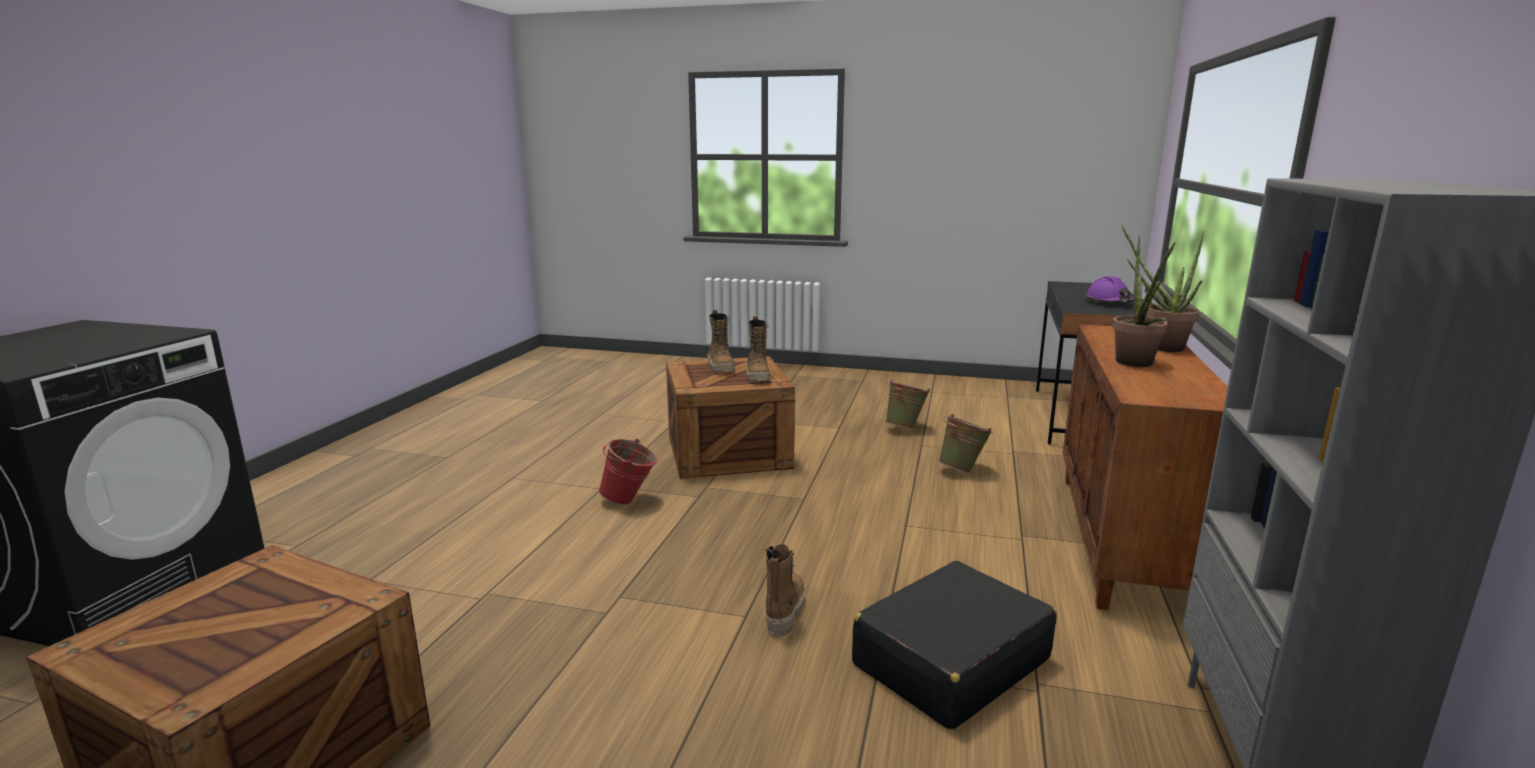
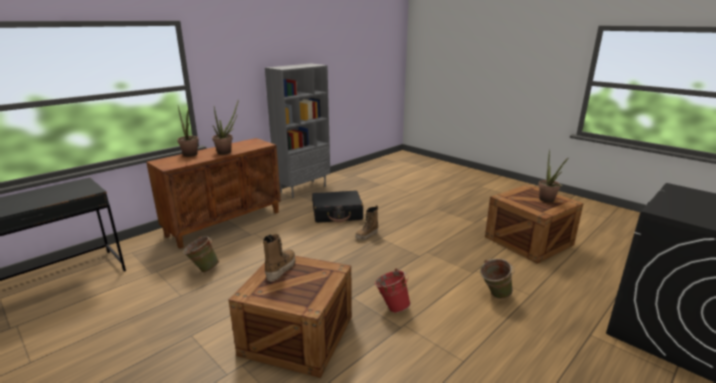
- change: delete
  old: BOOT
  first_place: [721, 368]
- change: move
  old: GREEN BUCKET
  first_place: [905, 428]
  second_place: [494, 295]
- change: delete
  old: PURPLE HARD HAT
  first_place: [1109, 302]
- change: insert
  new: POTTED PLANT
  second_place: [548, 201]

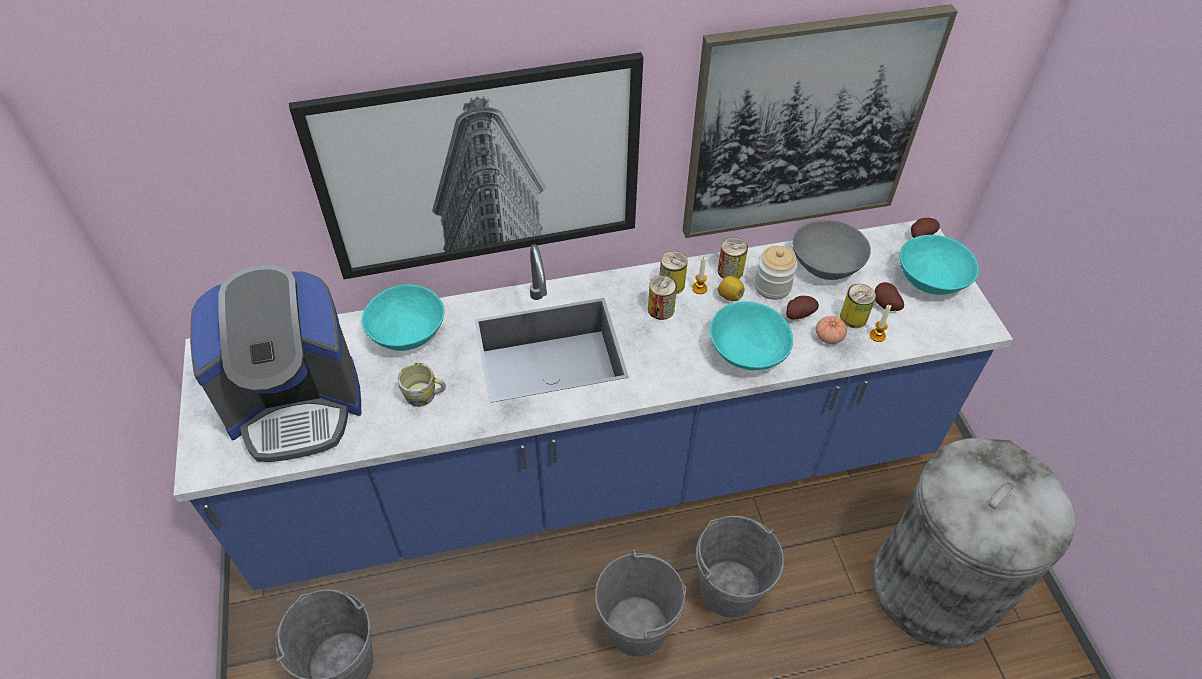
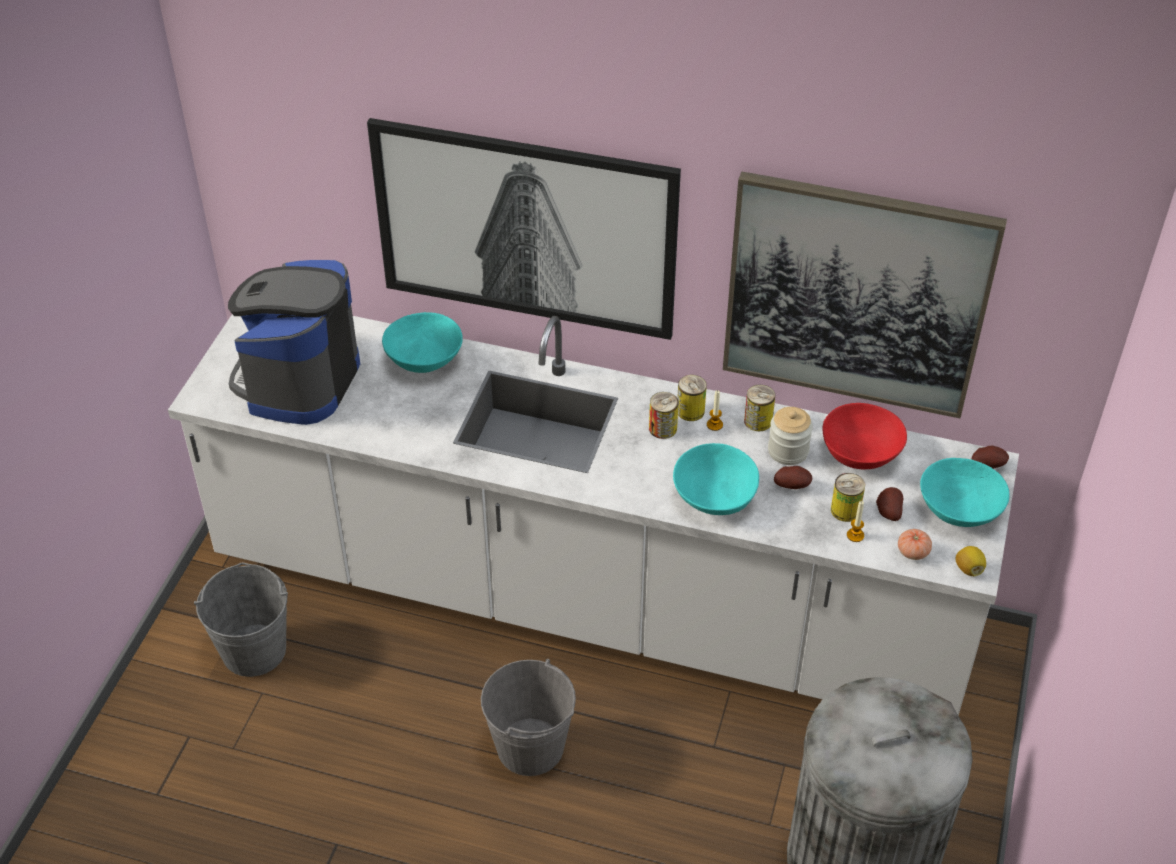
- change: recolor
  old: BLUE COUNTER
  new: WHITE COUNTER
  first_place: [599, 474]
  second_place: [588, 601]
- change: rotate
  old: COFFEE MACHINE
  first_place: [297, 404]
  second_place: [298, 380]
  degrees: 90
- change: delete
  old: MUG
  first_place: [425, 395]
- change: delete
  old: GREY BUCKET
  first_place: [730, 588]
- change: move
  old: LEMON
  first_place: [729, 296]
  second_place: [969, 569]
- change: recolor
  old: GREY BOWL
  new: RED BOWL
  first_place: [827, 264]
  second_place: [861, 453]
- change: move
  old: TOMATO
  first_place: [828, 337]
  second_place: [913, 552]

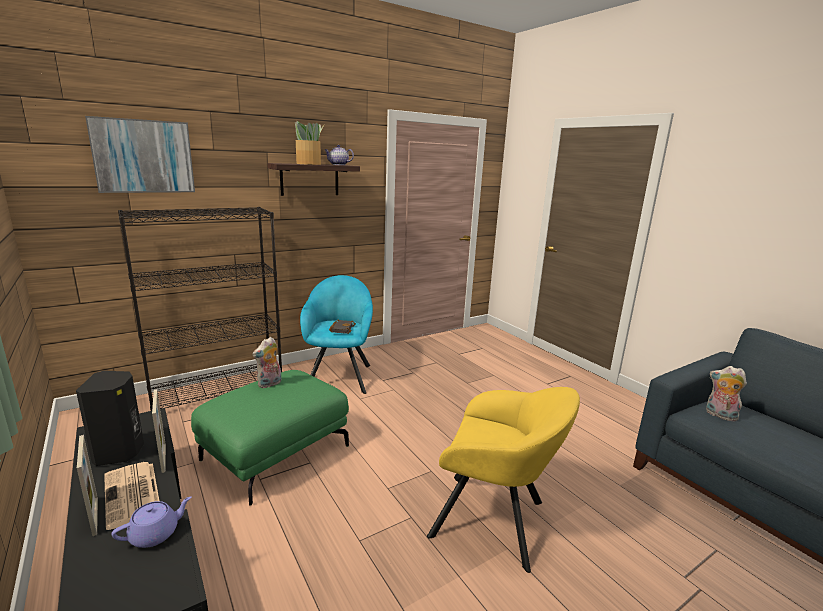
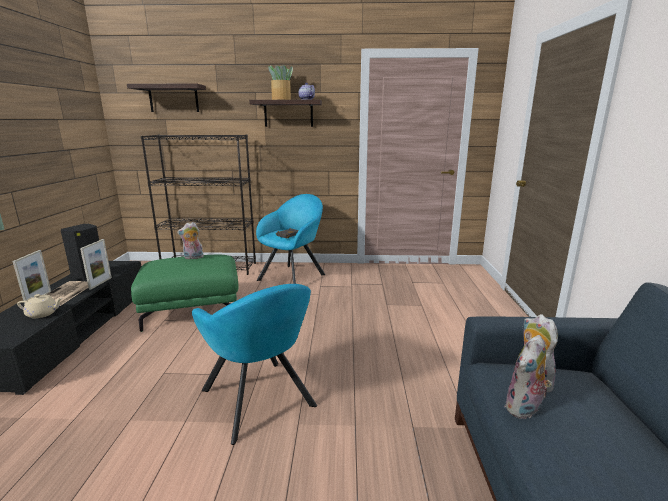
- change: replace
  old: PICTURE
  new: SHELF
  first_place: [143, 156]
  second_place: [173, 98]
- change: recolor
  old: PURPLE TEAPOT
  new: BEIGE TEAPOT
  first_place: [155, 534]
  second_place: [43, 314]
- change: recolor
  old: YELLOW ARMCHAIR
  new: TURQUOISE ARMCHAIR
  first_place: [494, 521]
  second_place: [260, 401]
- change: insert
  new: PLUSH TOY
  second_place: [524, 409]

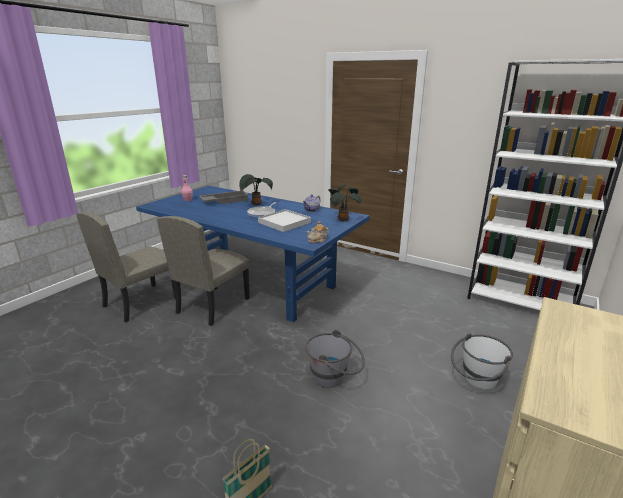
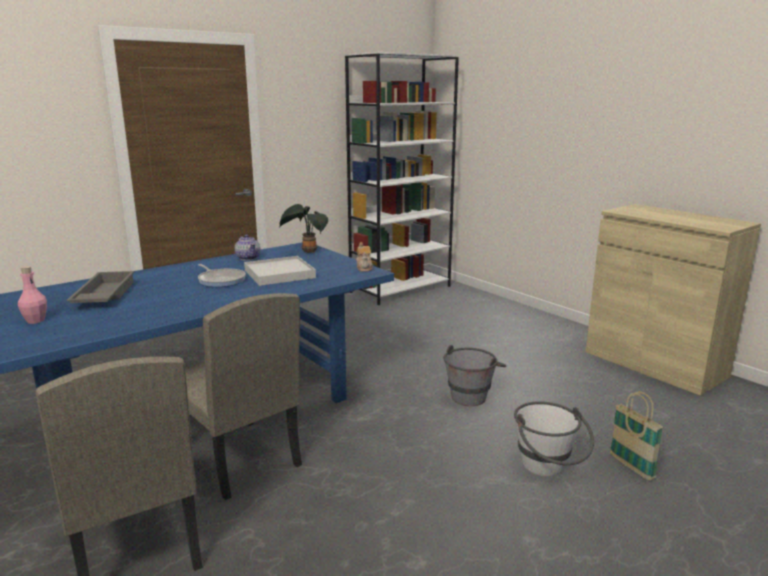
- change: delete
  old: POTTED PLANT
  first_place: [255, 204]
- change: move
  old: WHITE BUCKET
  first_place: [476, 382]
  second_place: [548, 469]

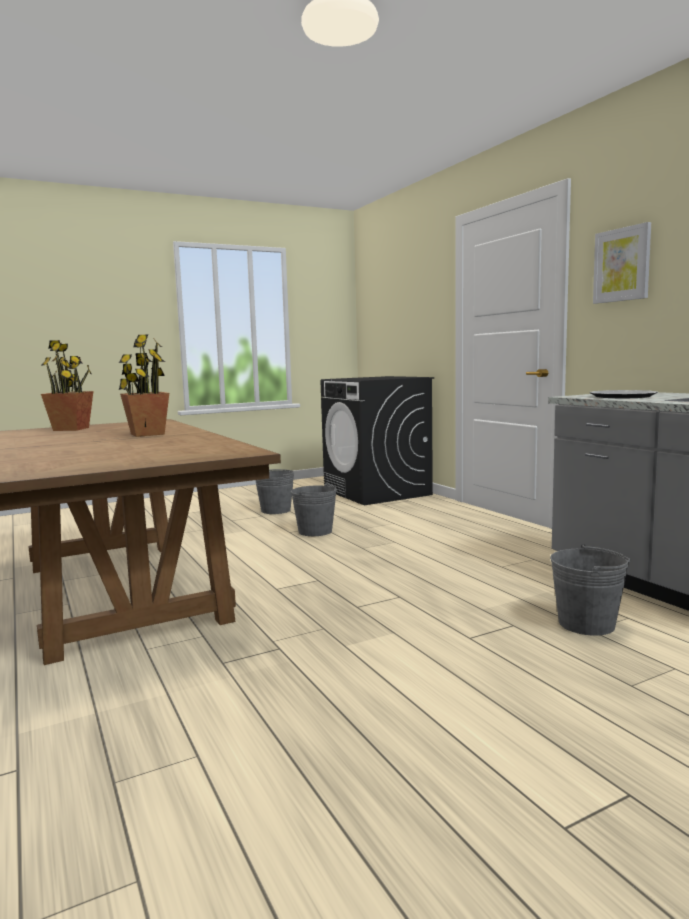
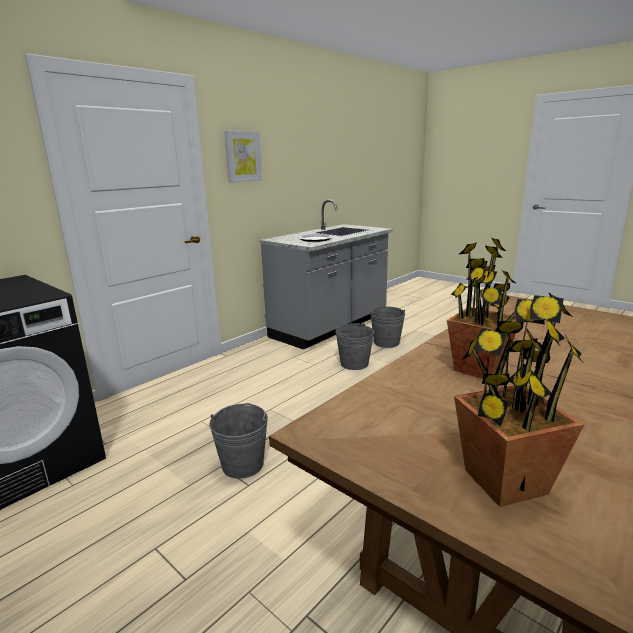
- change: move
  old: GREY BUCKET
  first_place: [276, 510]
  second_place: [354, 364]

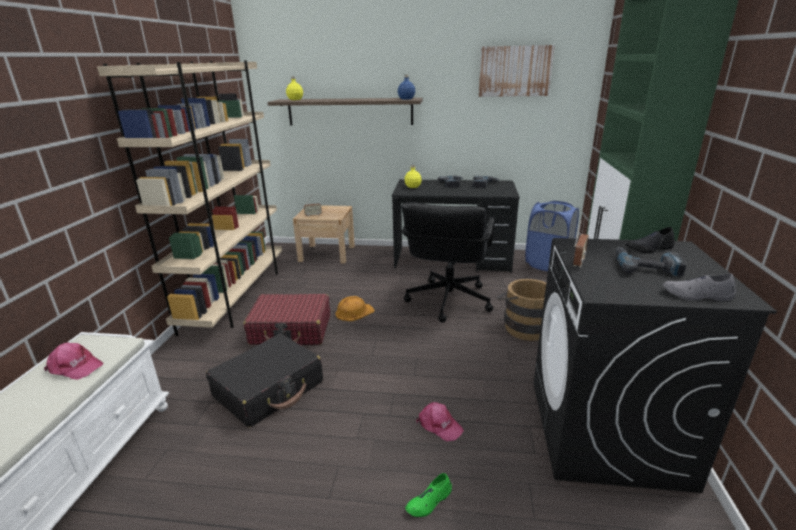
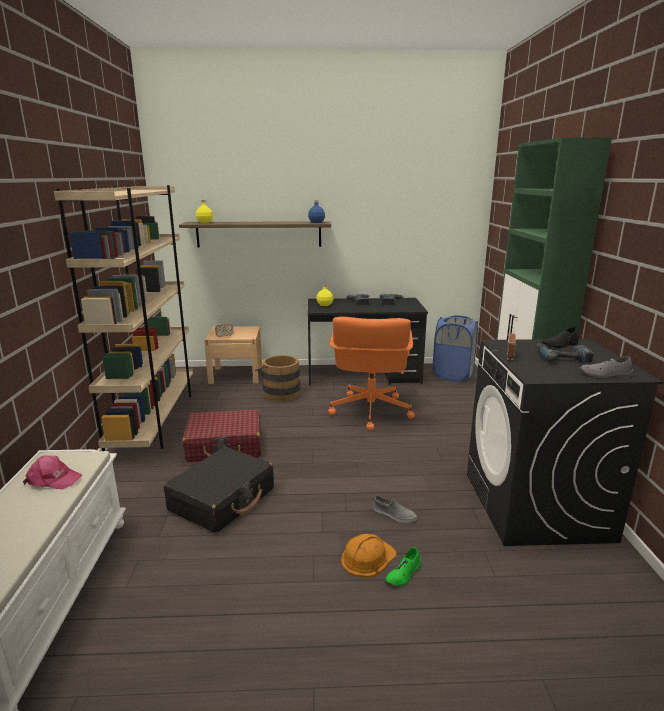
- change: move
  old: ORANGE HARD HAT
  first_place: [354, 312]
  second_place: [367, 558]
- change: recolor
  old: BLACK OFFICE CHAIR
  new: ORANGE OFFICE CHAIR
  first_place: [447, 301]
  second_place: [370, 411]
- change: replace
  old: PINK CAP
  new: GREY SHOE
  first_place: [439, 425]
  second_place: [394, 514]
- change: delete
  old: PICTURE
  first_place: [515, 71]
- change: move
  old: BROWN BUCKET
  first_place: [523, 326]
  second_place: [279, 393]

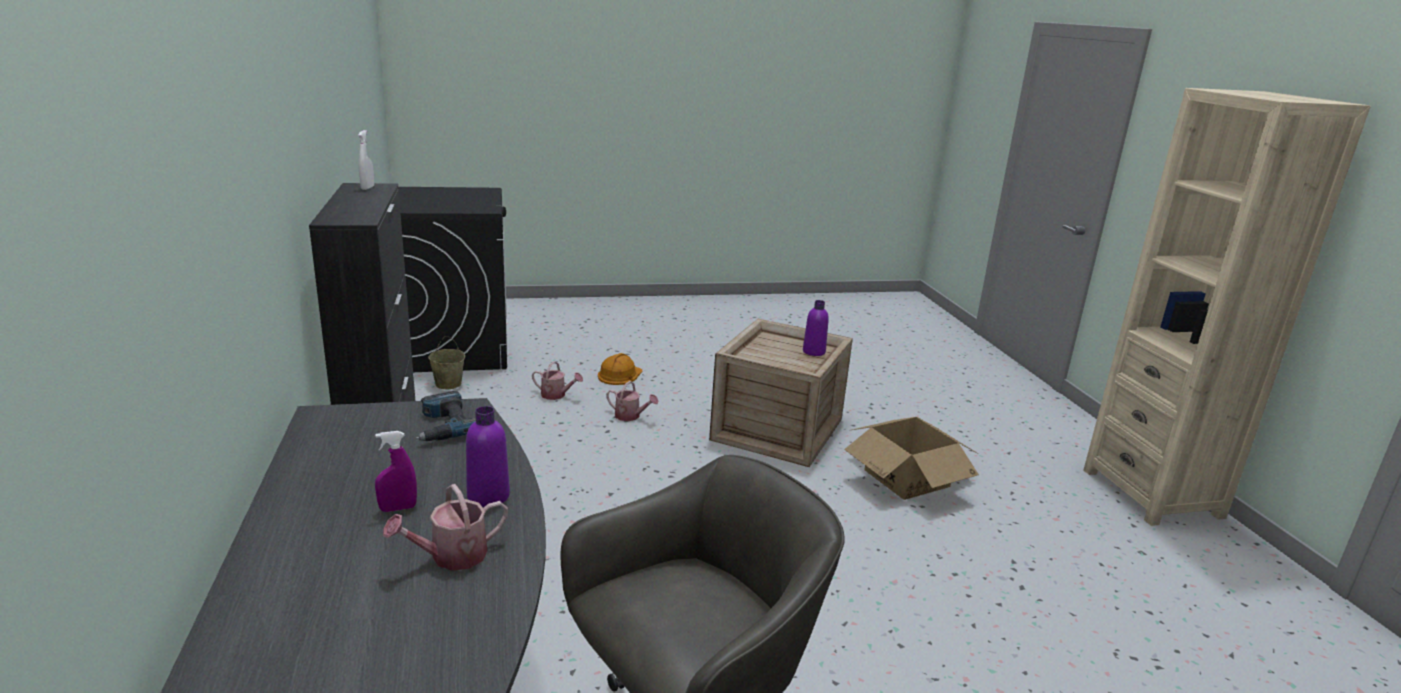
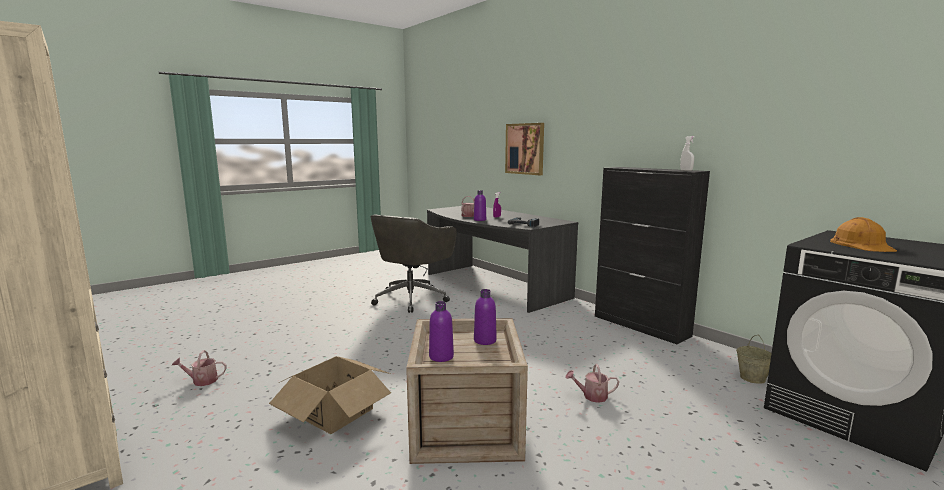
- change: move
  old: WATERING CAN
  first_place: [556, 395]
  second_place: [201, 381]
- change: move
  old: ORANGE HARD HAT
  first_place: [619, 375]
  second_place: [862, 245]
- change: insert
  new: PURPLE BOTTLE
  second_place: [485, 340]
- change: insert
  new: PICTURE
  second_place: [525, 149]

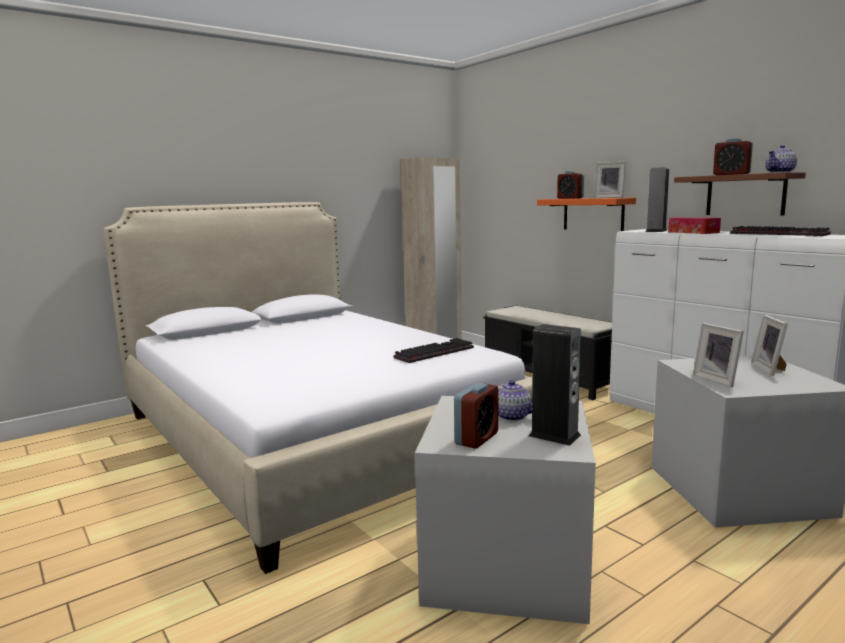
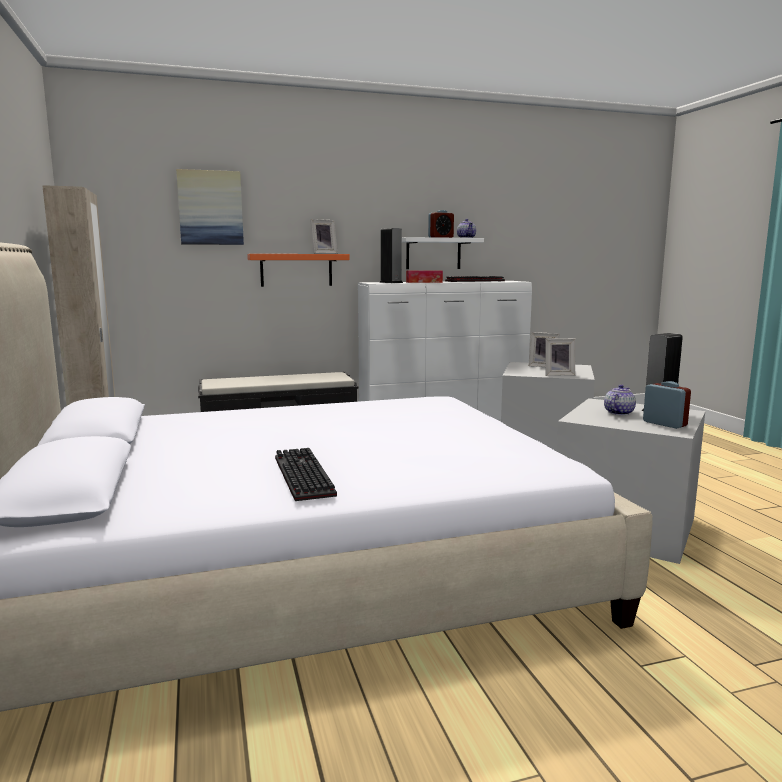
- change: move
  old: KEYBOARD
  first_place: [434, 352]
  second_place: [300, 476]
- change: delete
  old: ALARM CLOCK
  first_place: [570, 198]
- change: recolor
  old: BROWN SHELF
  new: WHITE SHELF
  first_place: [745, 195]
  second_place: [433, 253]
- change: insert
  new: PICTURE
  second_place: [210, 208]

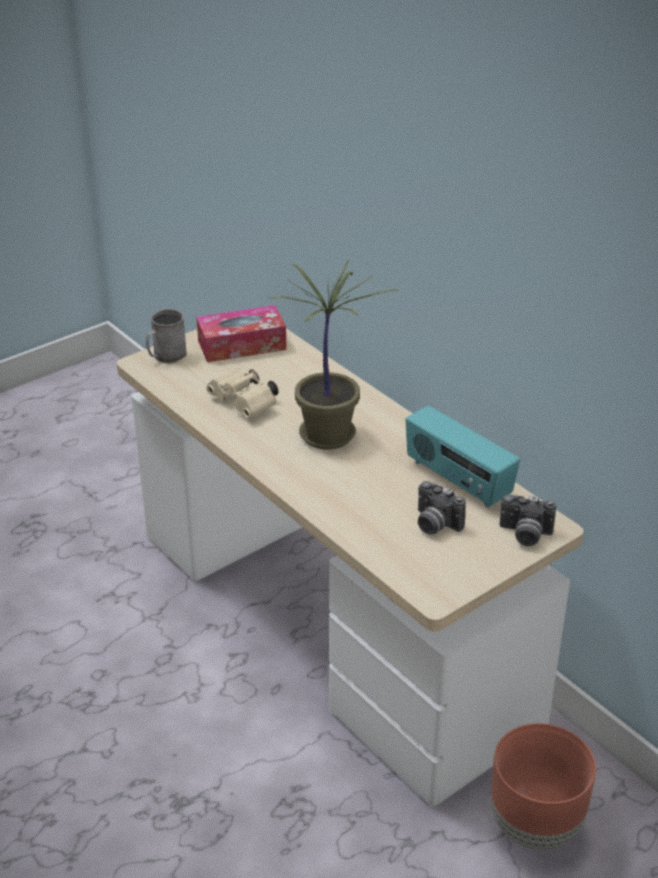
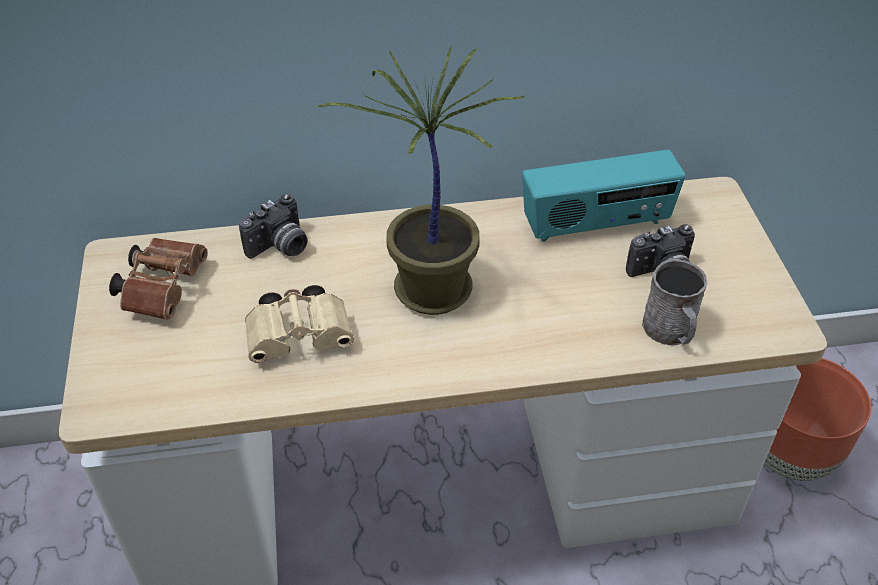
- change: move
  old: GREY MUG
  first_place: [166, 356]
  second_place: [671, 332]
- change: replace
  old: TISSUE BOX
  new: BROWN BINOCULARS
  first_place: [242, 345]
  second_place: [164, 287]
- change: move
  old: PHOTO CAMERA
  first_place: [524, 535]
  second_place: [280, 247]

